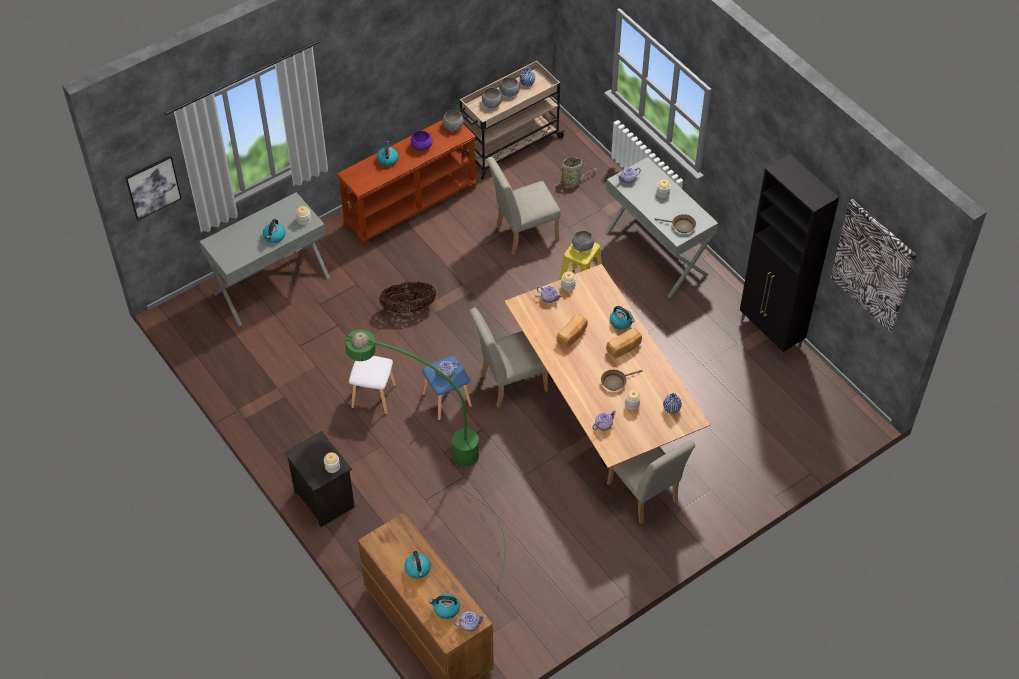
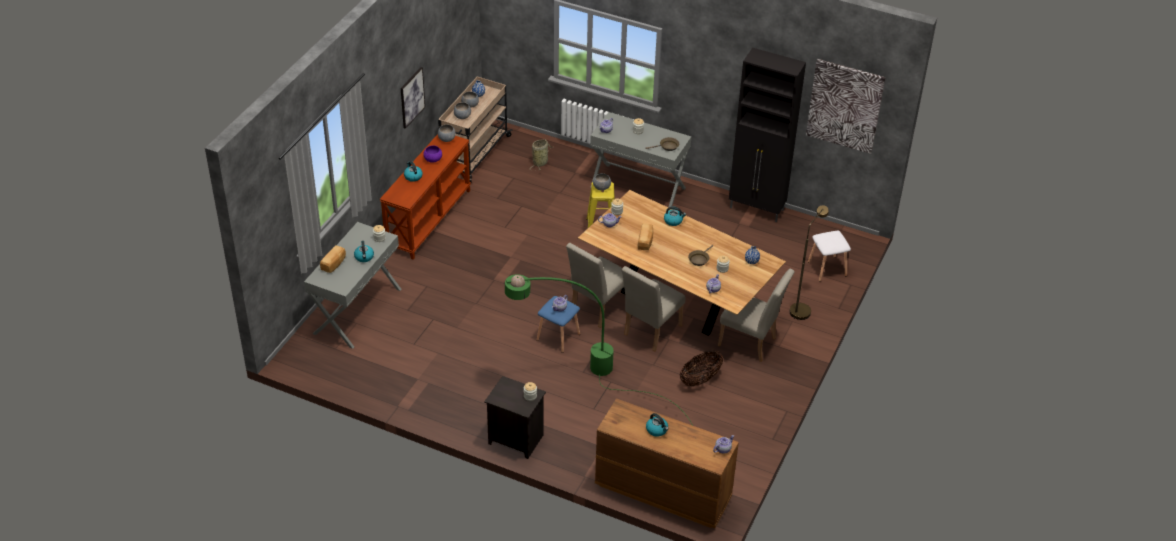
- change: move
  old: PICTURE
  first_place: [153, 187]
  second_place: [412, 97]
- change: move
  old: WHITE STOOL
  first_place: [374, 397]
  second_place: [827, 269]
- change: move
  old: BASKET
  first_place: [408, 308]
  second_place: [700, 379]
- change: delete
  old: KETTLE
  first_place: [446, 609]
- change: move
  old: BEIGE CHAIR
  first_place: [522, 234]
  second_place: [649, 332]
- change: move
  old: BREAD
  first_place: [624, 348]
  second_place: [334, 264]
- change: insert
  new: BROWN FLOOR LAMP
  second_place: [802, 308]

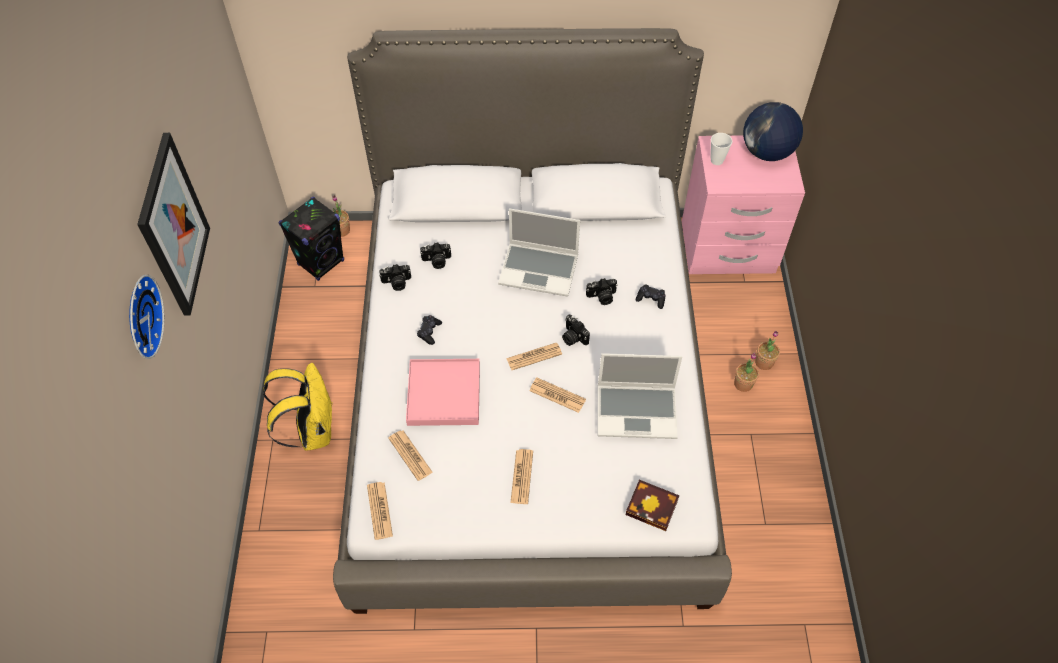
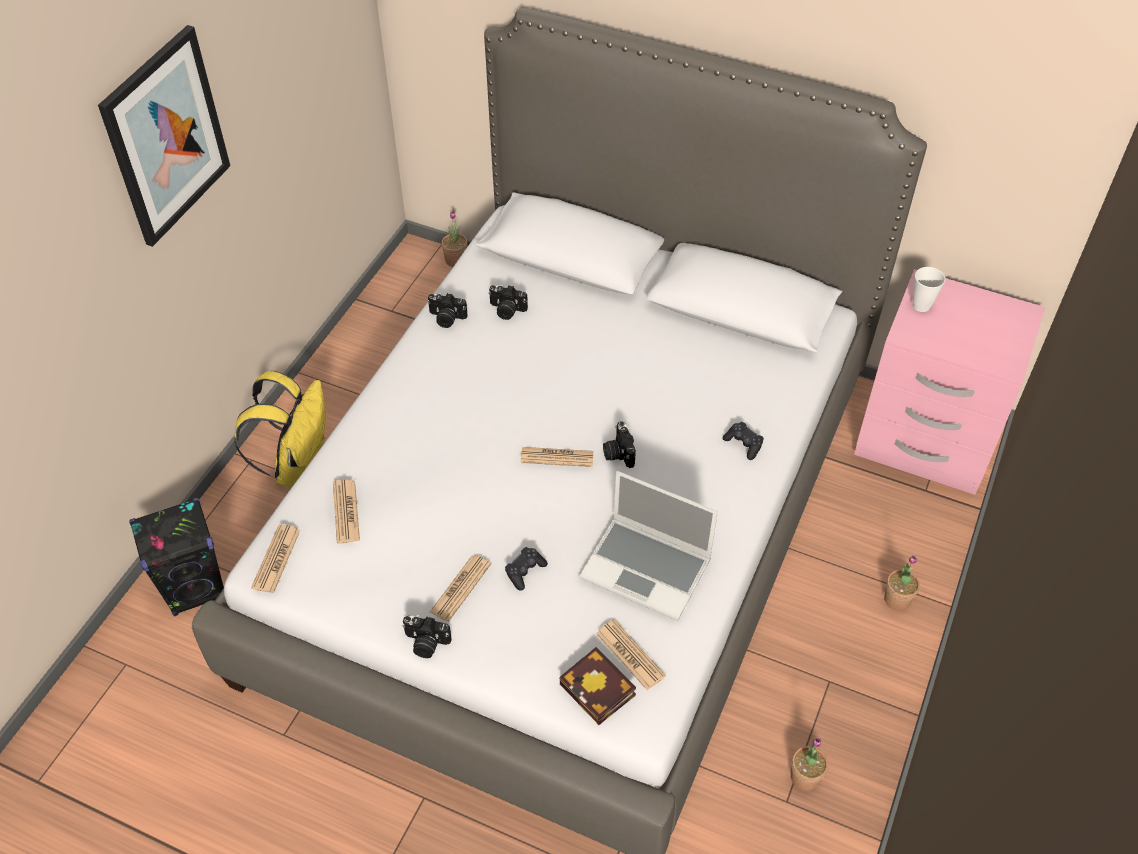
- change: delete
  old: WALL CLOCK
  first_place: [140, 316]
- change: move
  old: BLACK SPEAKER
  first_place: [321, 262]
  second_place: [196, 589]
- change: delete
  old: PINK TRAY
  first_place: [443, 394]
- change: move
  old: BLACK GAME CONTROLLER
  first_place: [429, 332]
  second_place: [525, 571]
- change: delete
  old: LAPTOP
  first_place: [540, 270]
- change: move
  old: NEWSPAPER
  first_place: [557, 395]
  second_place: [630, 655]
- change: move
  old: PHOTO CAMERA
  first_place: [602, 297]
  second_place: [425, 643]
- change: move
  old: POTTED PLANT
  first_place: [743, 384]
  second_place: [805, 777]
- change: delete
  old: GLOBE
  first_place: [767, 152]

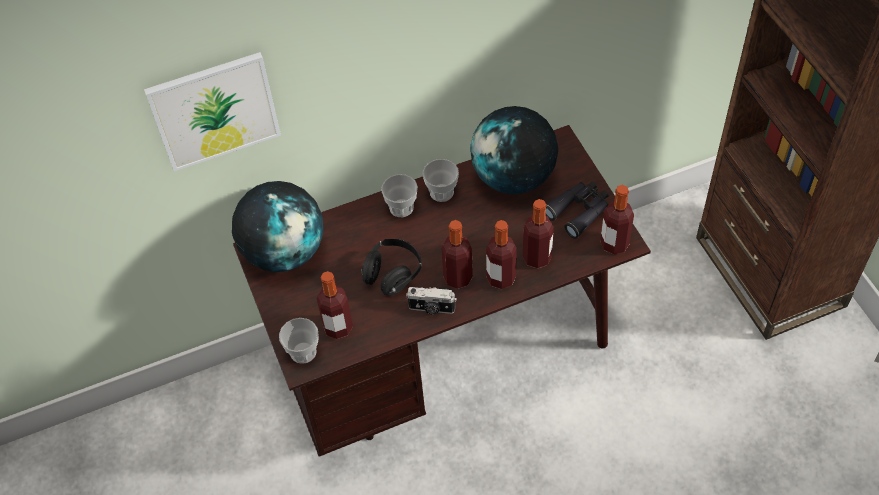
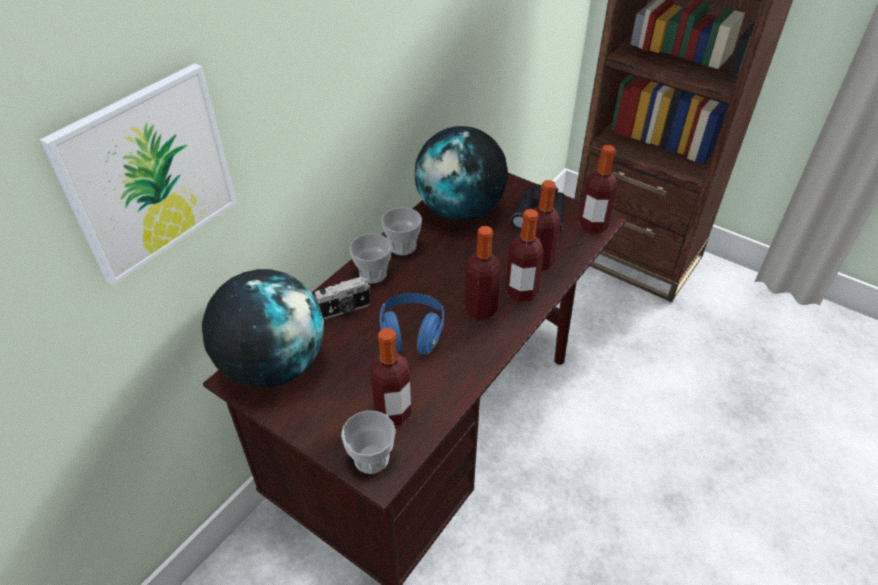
- change: recolor
  old: BLACK HEADPHONES
  new: BLUE HEADPHONES
  first_place: [393, 274]
  second_place: [412, 335]
- change: move
  old: PHOTO CAMERA
  first_place: [431, 308]
  second_place: [345, 310]

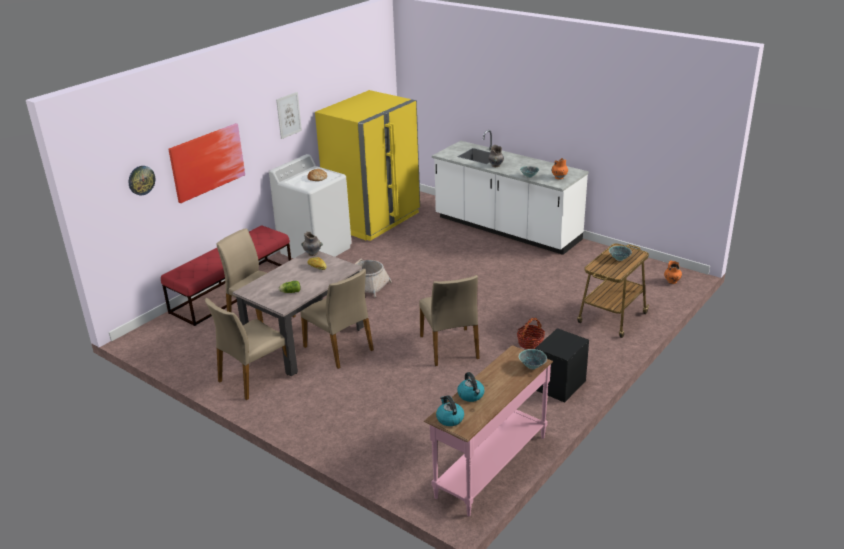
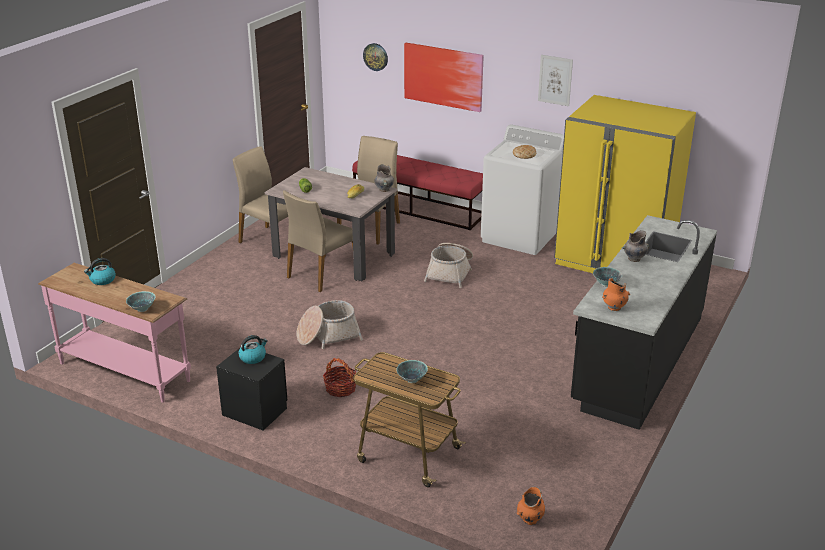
- change: replace
  old: BEIGE CHAIR
  new: BASKET
  first_place: [450, 347]
  second_place: [328, 335]
- change: recolor
  old: WHITE COUNTER
  new: BLACK COUNTER
  first_place: [506, 229]
  second_place: [637, 359]
- change: move
  old: KETTLE
  first_place: [449, 418]
  second_place: [253, 357]

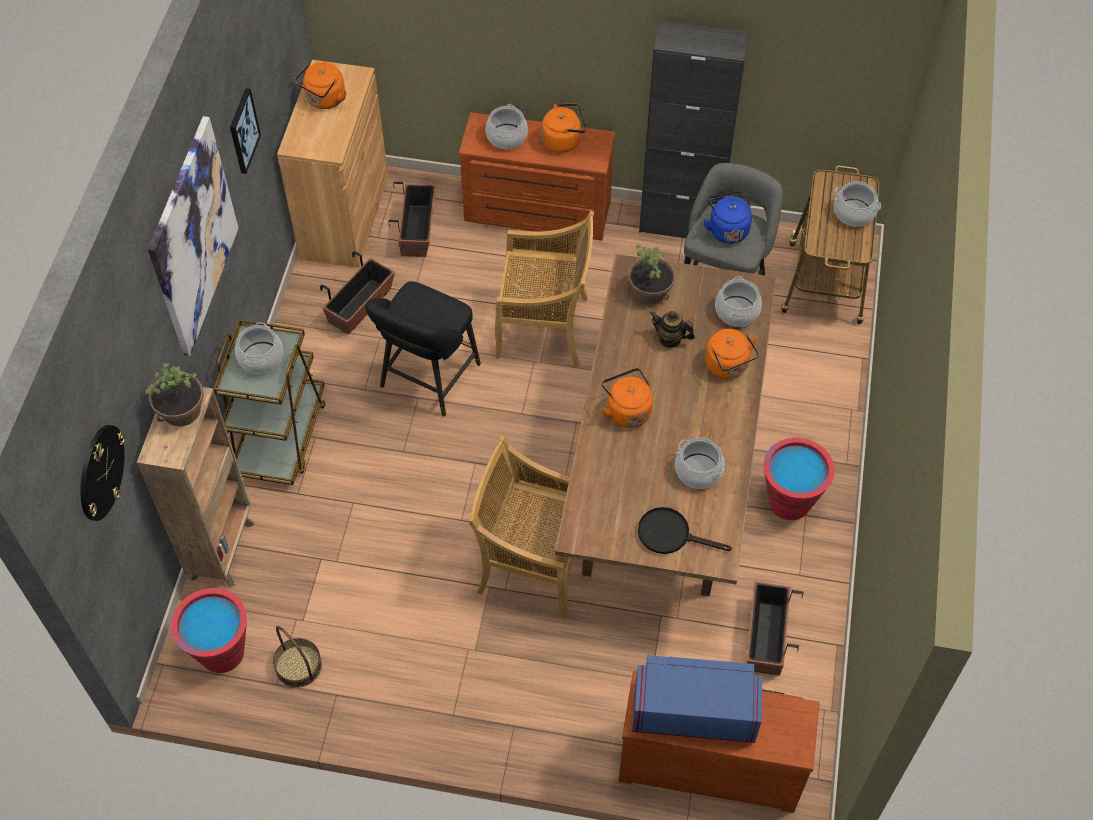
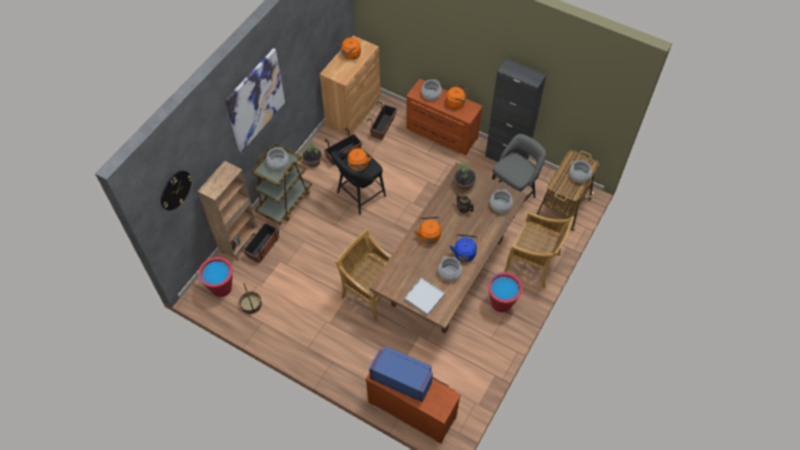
- change: move
  old: POTTED PLANT
  first_place: [181, 410]
  second_place: [312, 161]
- change: delete
  old: PICTURE
  first_place: [243, 131]
- change: move
  old: BEIGE CHAIR
  first_place: [544, 328]
  second_place: [533, 263]
- change: replace
  old: BLACK FRYING PAN
  new: WHITE TRAY
  first_place: [671, 534]
  second_place: [424, 297]
- change: move
  old: BLUE KETTLE
  first_place: [727, 229]
  second_place: [464, 253]
- change: move
  old: ORANGE KETTLE
  first_place: [728, 366]
  second_place: [358, 166]
- change: move
  old: PLANTER
  first_place: [766, 637]
  second_place: [263, 247]

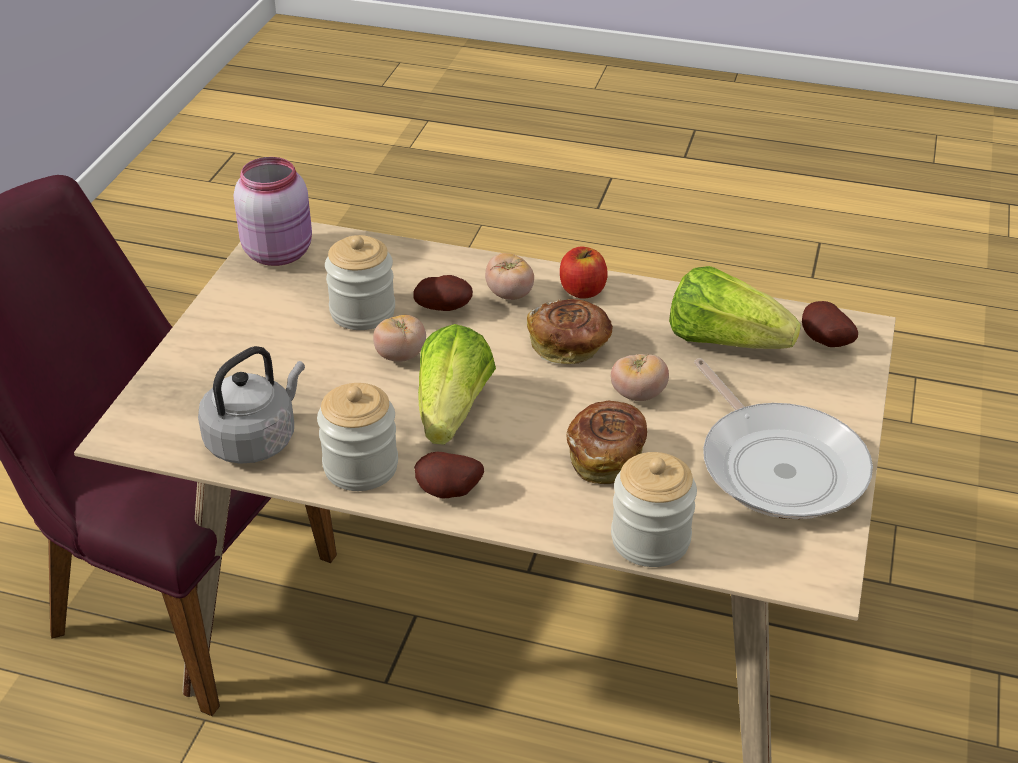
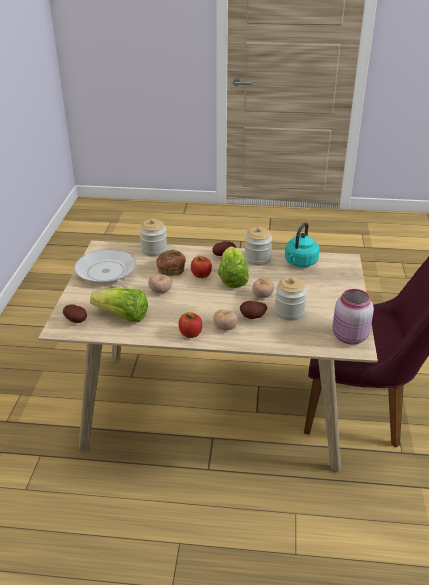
- change: recolor
  old: GREY KETTLE
  new: TURQUOISE KETTLE
  first_place: [255, 439]
  second_place: [300, 263]
- change: delete
  old: BREAD
  first_place: [570, 347]
- change: insert
  new: APPLE
  second_place: [201, 275]

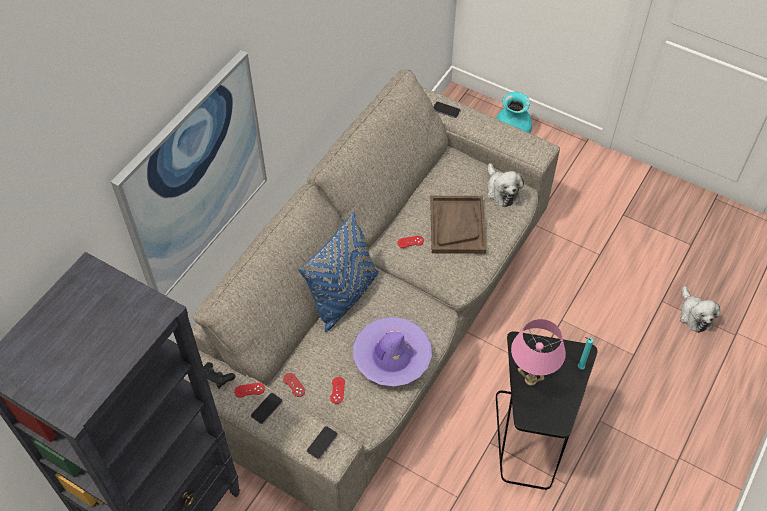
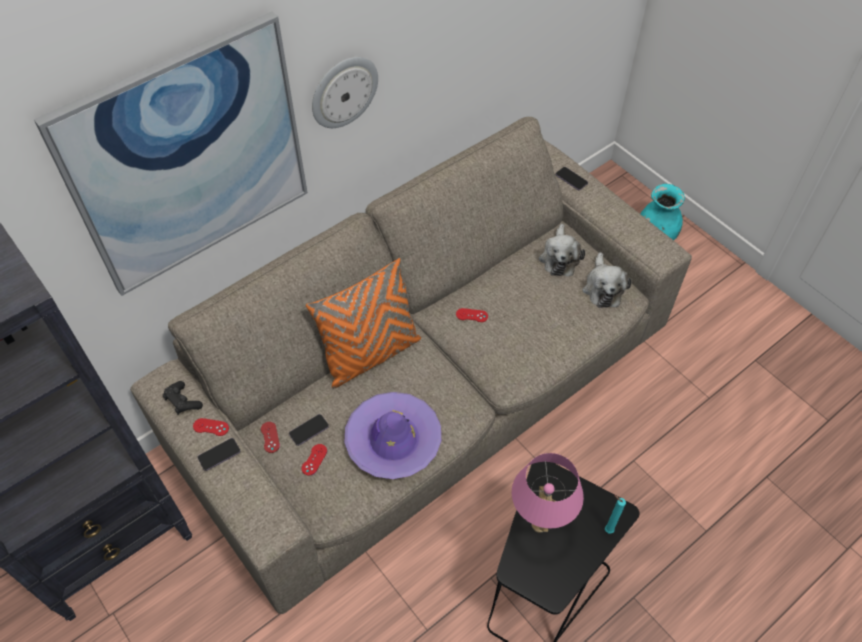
- change: recolor
  old: BLUE PILLOW
  new: ORANGE PILLOW
  first_place: [343, 296]
  second_place: [370, 354]
- change: move
  old: PHONE
  first_place: [322, 443]
  second_place: [309, 430]
- change: delete
  old: BROWN TRAY
  first_place: [457, 225]
- change: move
  old: PLUSH TOY
  first_place: [694, 315]
  second_place: [559, 258]
- change: insert
  new: WALL CLOCK
  second_place: [343, 91]

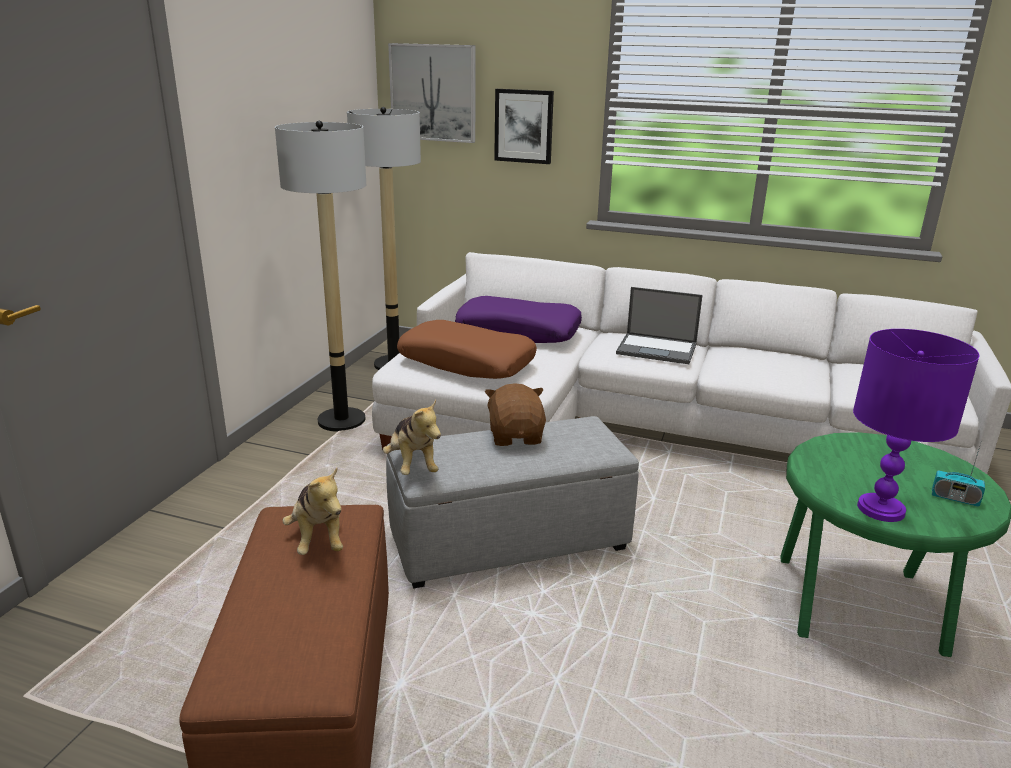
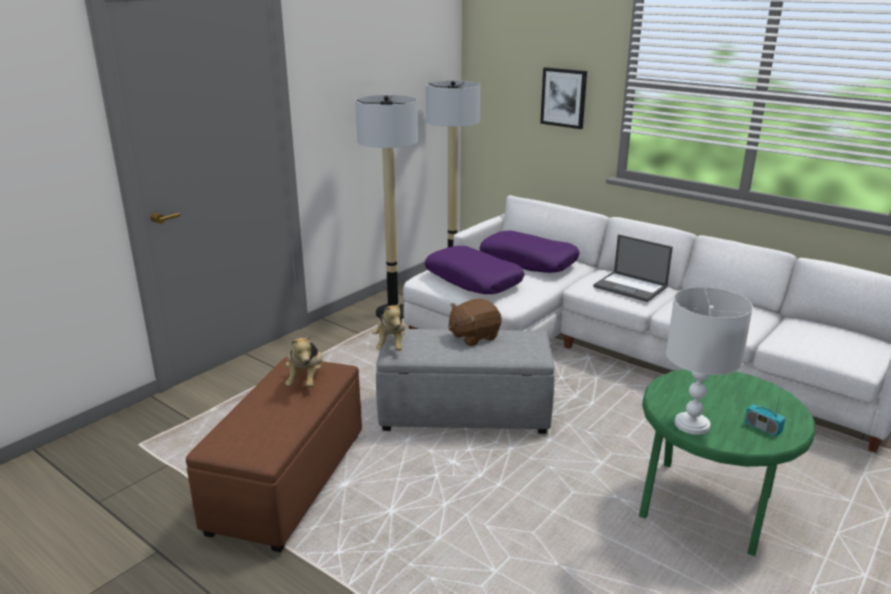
- change: delete
  old: PICTURE
  first_place: [433, 93]
- change: recolor
  old: BROWN PILLOW
  new: PURPLE PILLOW
  first_place: [467, 362]
  second_place: [473, 280]
- change: rotate
  old: BROWN PLUSH TOY
  first_place: [516, 436]
  second_place: [473, 336]
  degrees: -135
- change: recolor
  old: PURPLE TABLE LAMP
  new: WHITE TABLE LAMP
  first_place: [882, 509]
  second_place: [693, 424]

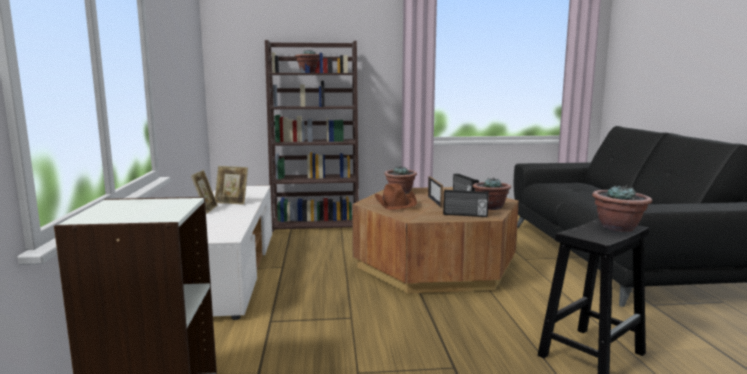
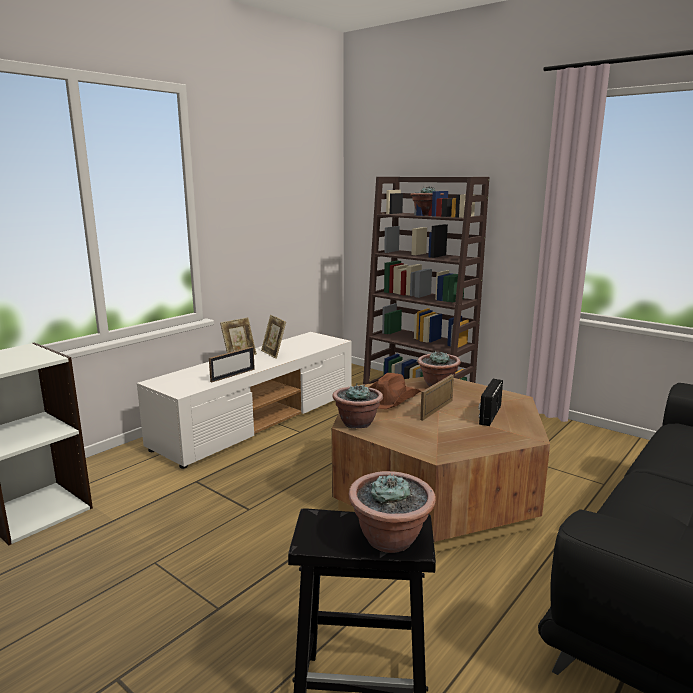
- change: delete
  old: RADIO
  first_place: [465, 215]
- change: move
  old: POTTED PLANT
  first_place: [490, 207]
  second_place: [357, 423]
- change: insert
  new: PICTURE FRAME
  second_place: [233, 375]

